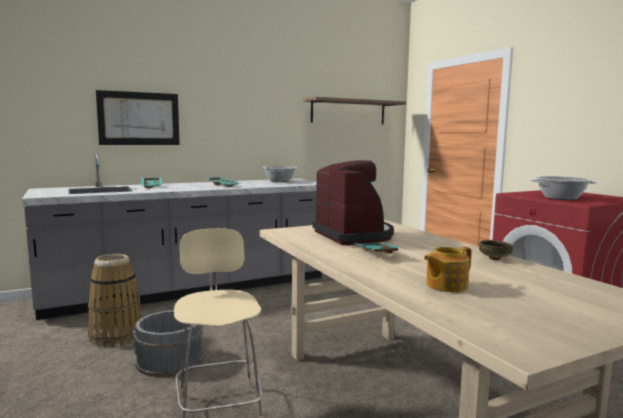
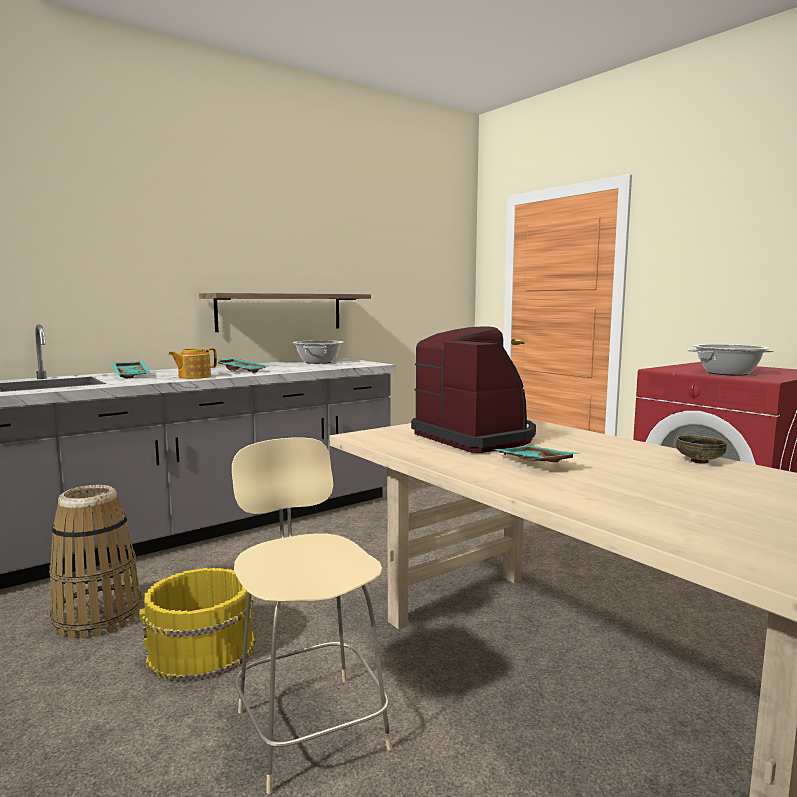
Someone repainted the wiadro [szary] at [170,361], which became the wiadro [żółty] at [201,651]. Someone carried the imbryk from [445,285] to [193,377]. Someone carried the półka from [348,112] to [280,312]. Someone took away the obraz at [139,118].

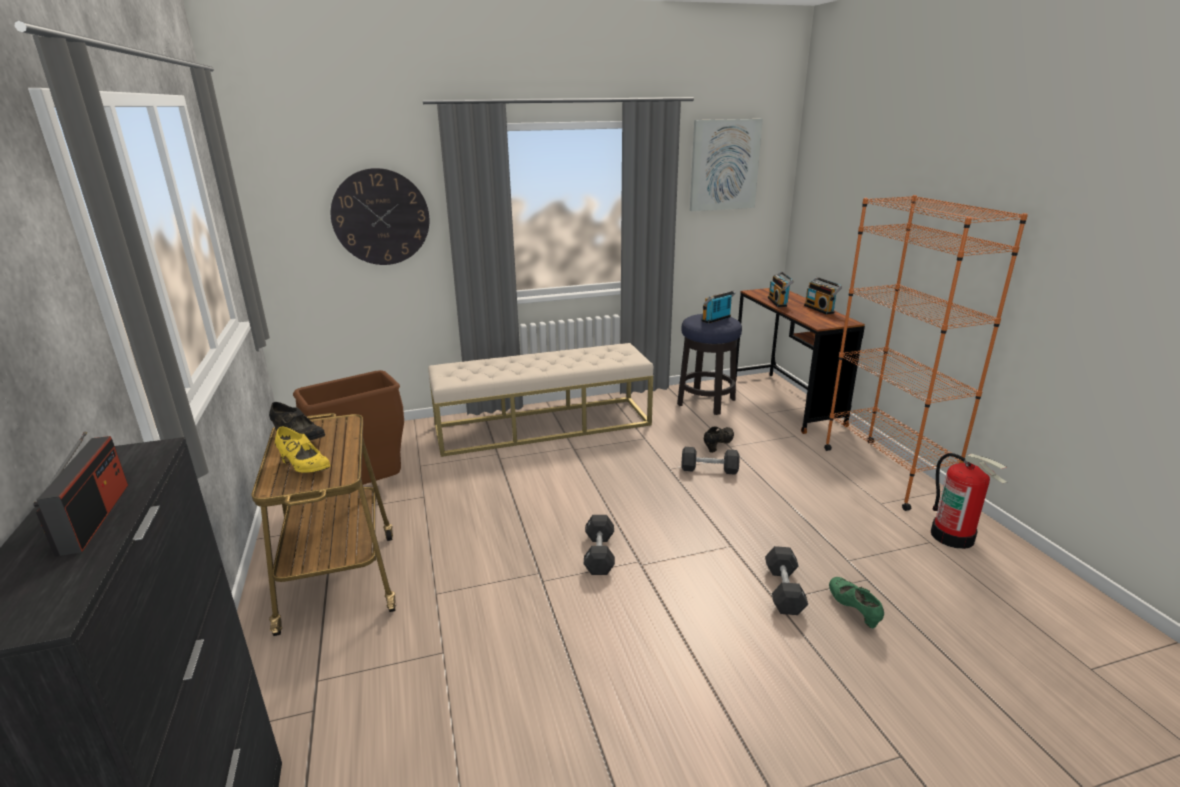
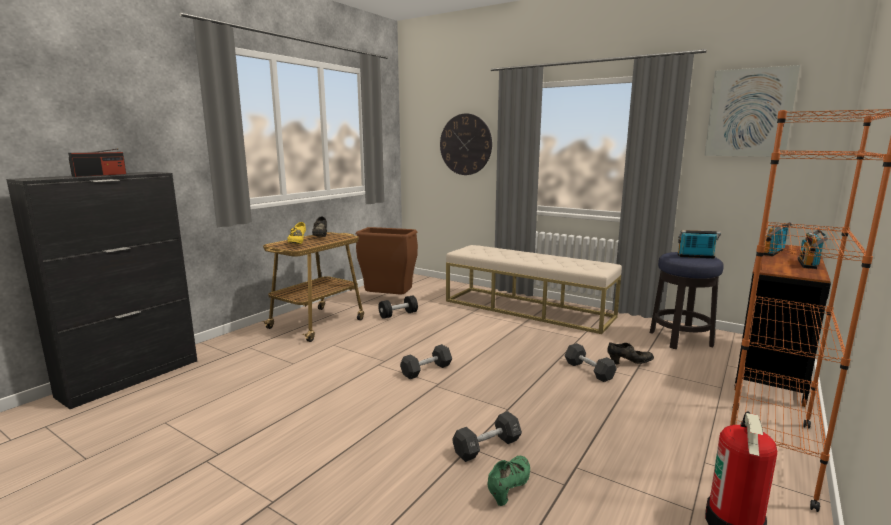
Someone put down the hantel [czarny] at [398,314].

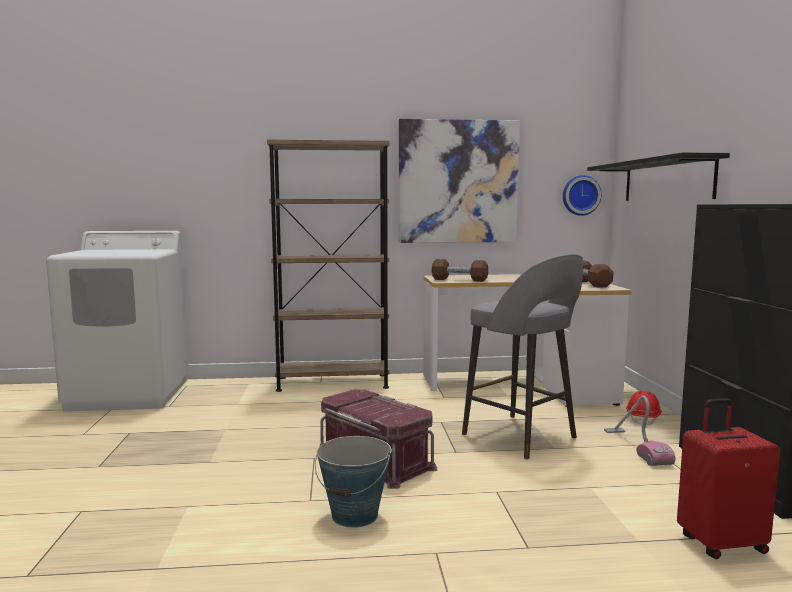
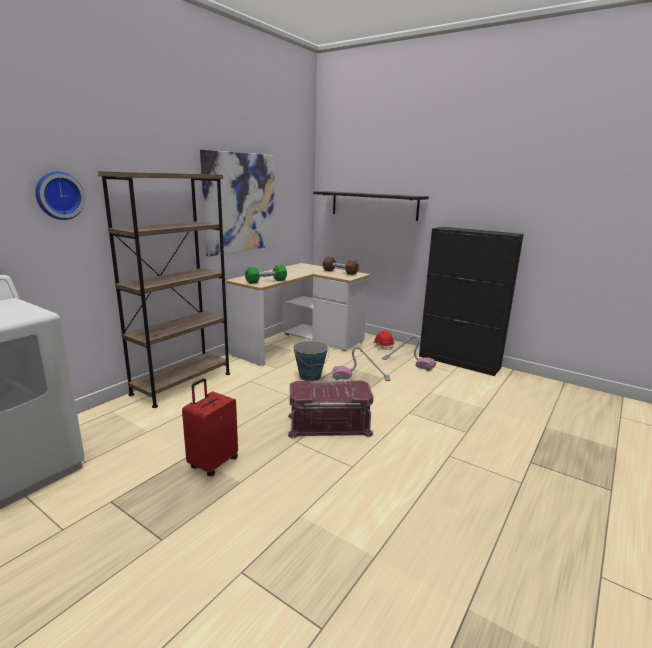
Someone carried the zegar ścienny from [580,195] to [59,195]. Someone carried the walizka [czerwony] from [720,543] to [212,463]. Someone repainted the hantel [brązowy] at [459,280], which became the hantel [zielony] at [266,281]. Someone carried the wiadro from [355,515] to [310,376]. Someone swapped the stołek [szary] at [521,437] for the odkurzacz at [361,377].

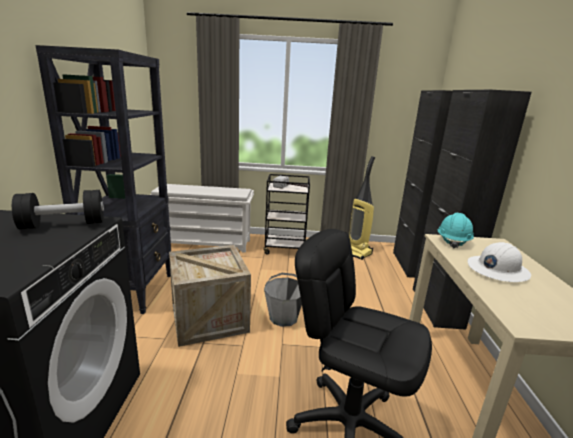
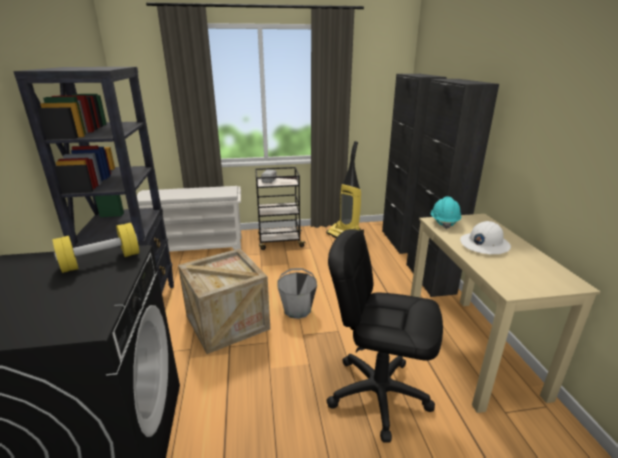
Someone repainted the hantel [czarny] at [64,225], which became the hantel [żółty] at [101,261].

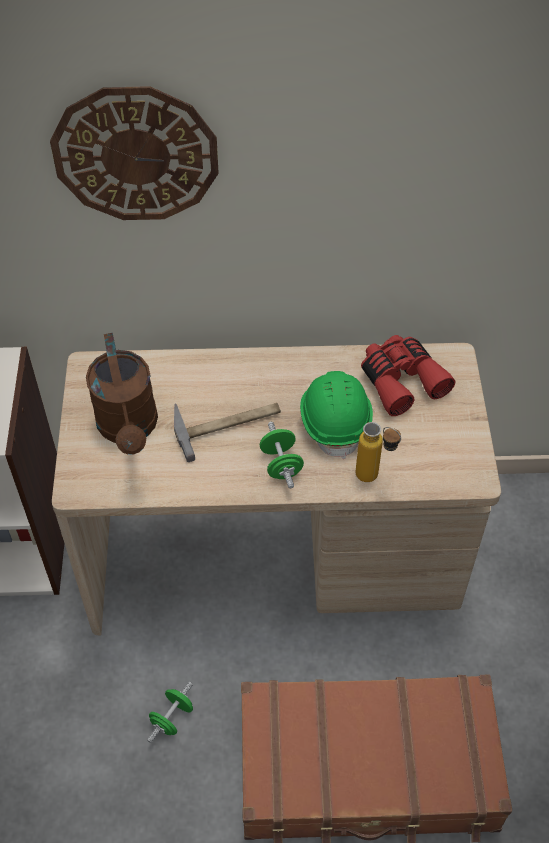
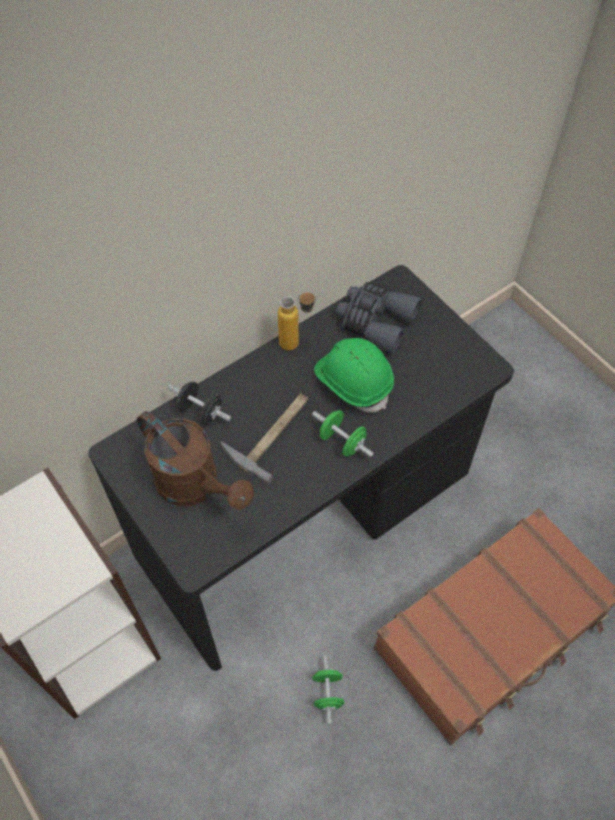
Someone repainted the biurko [beżowy] at [274,555], which became the biurko [czarny] at [306,516]. Someone put down the hantel [czarny] at [200,412]. Someone carried the butelka from [375,478] to [297,343]. Someone repainted the lornetka [czerwony] at [401,380], which became the lornetka [szary] at [375,321]. Someone took away the zegar ścienny at [135,154].

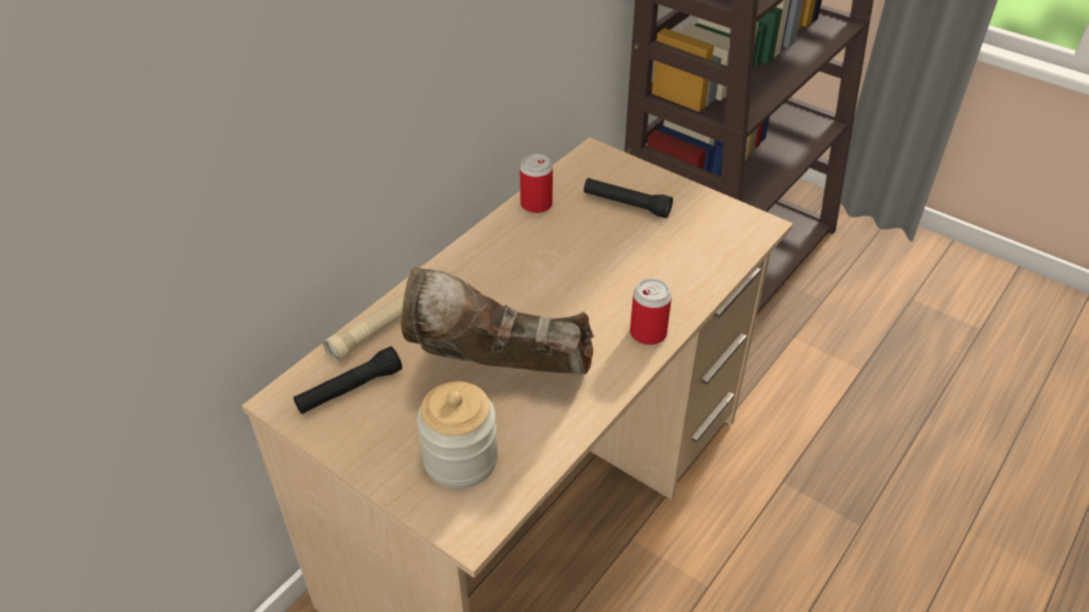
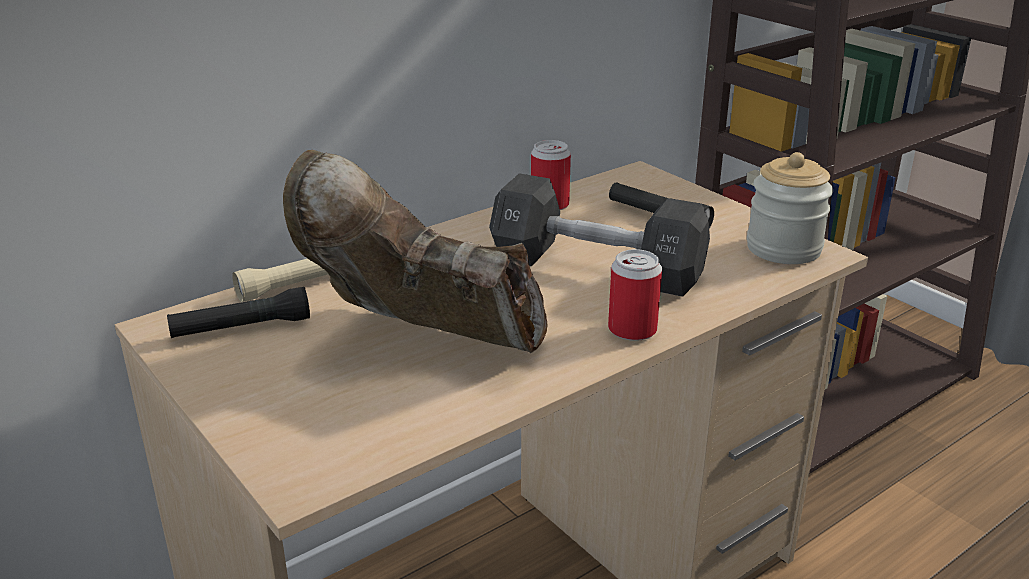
Someone put down the hantel [czarny] at [596,268]. Someone carried the słoik from [460,460] to [783,248].

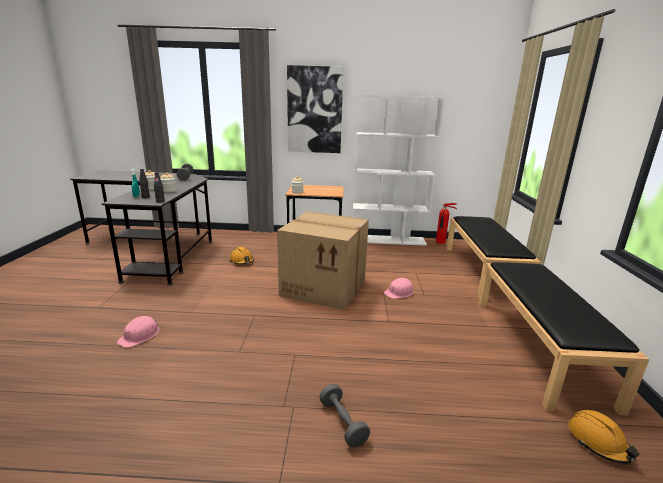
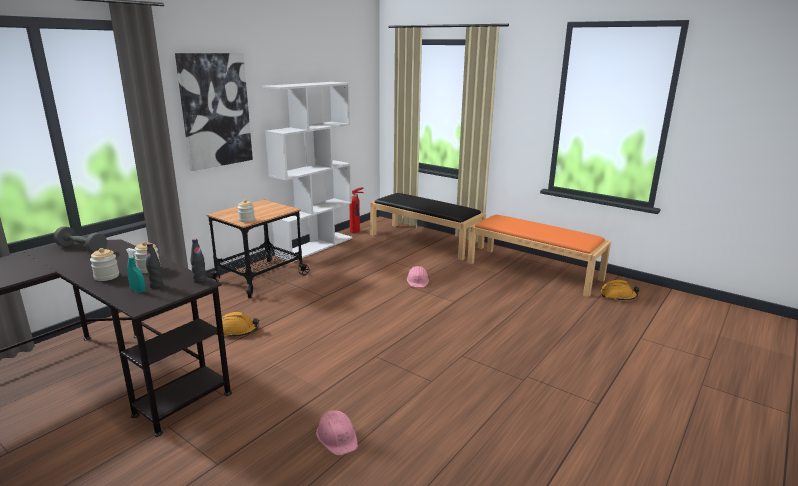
Someone repainted the ławka [czarny] at [538,348], which became the ławka [pomarańczowy] at [534,271]. Someone took away the karton at [325,287]. Someone took away the hantel [szary] at [343,423].

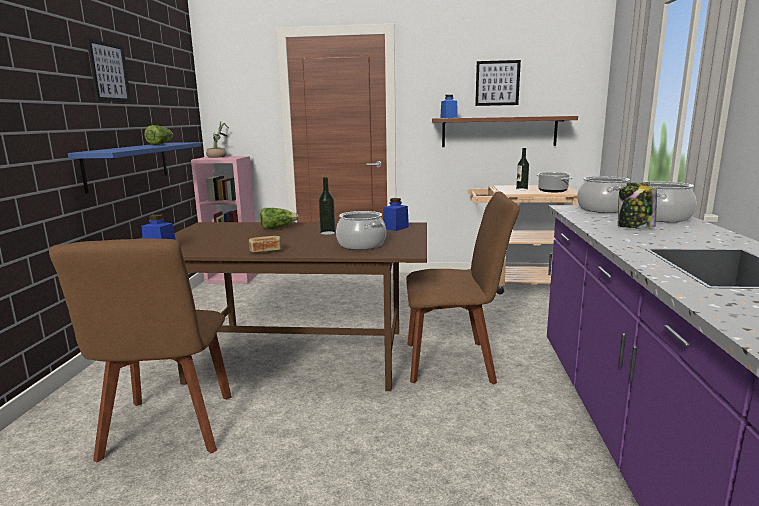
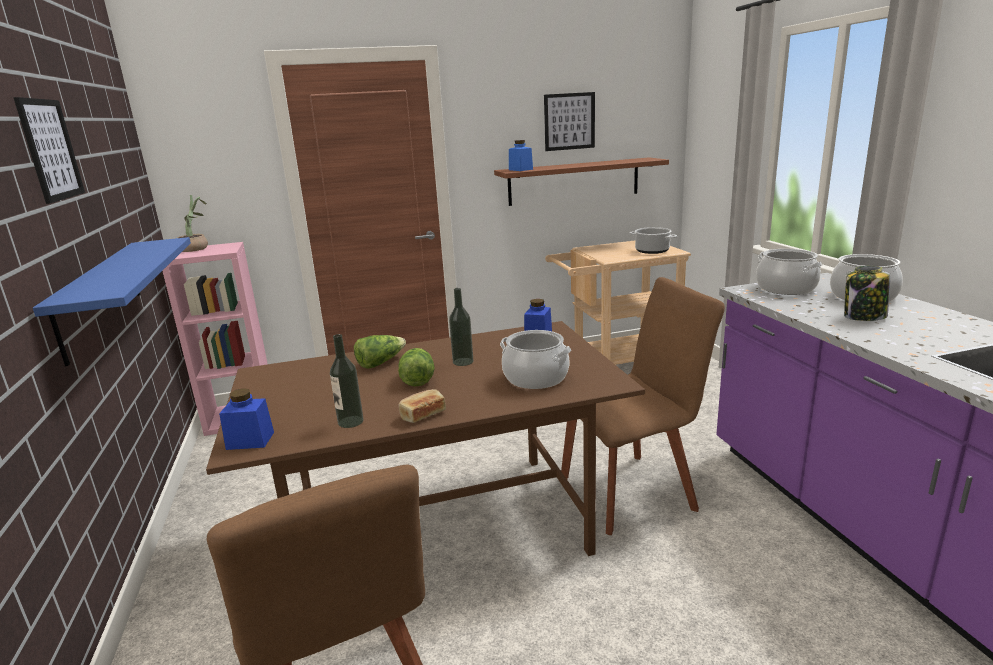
Someone carried the butelka from [521,189] to [350,422]. Someone carried the sałata from [161,144] to [417,379].

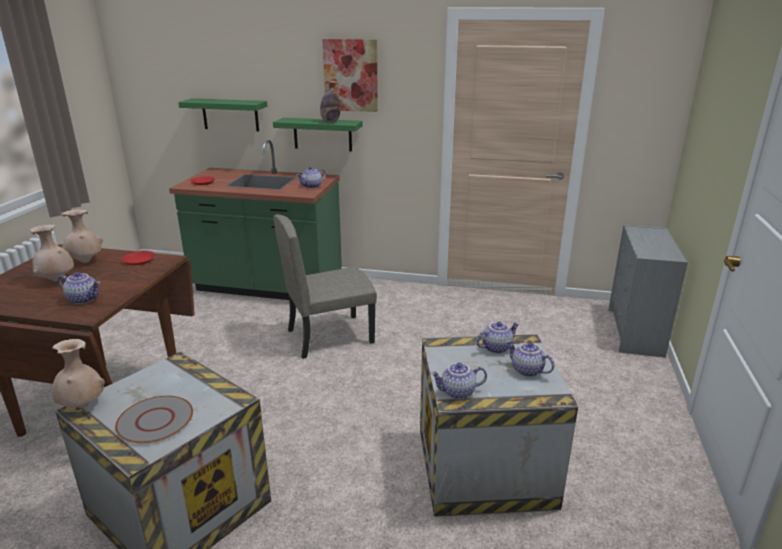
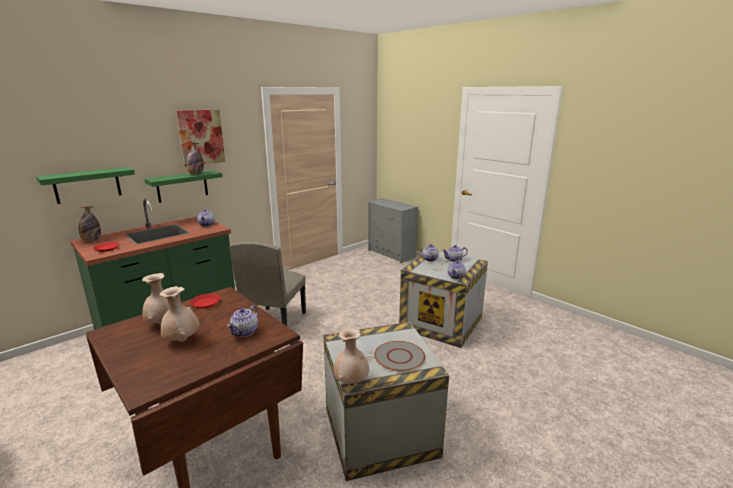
Someone put down the butelka at [92,240]. Someone rotated the imbryk at [84,299] by 150 degrees clockwise.

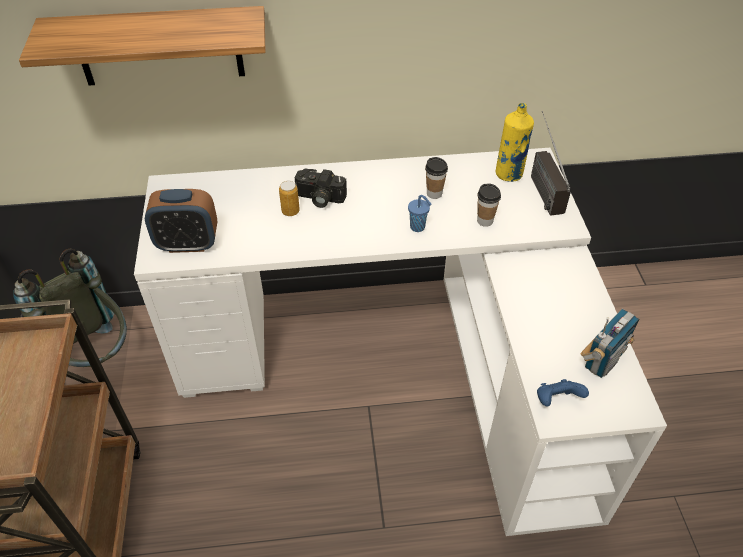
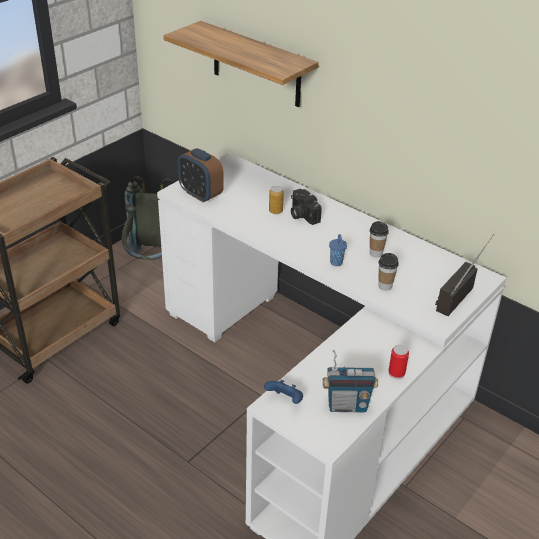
Someone put down the puszka at [396,373]. Someone took away the butelka [żółty] at [509,174].

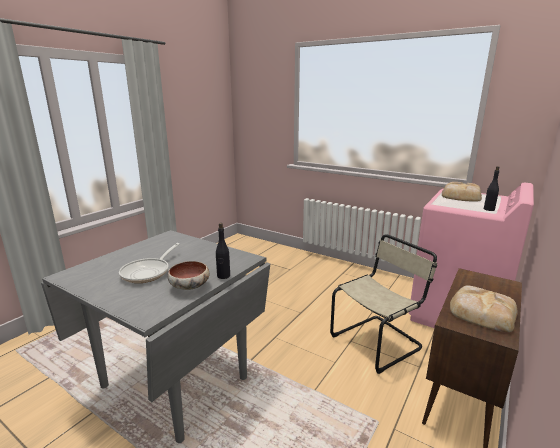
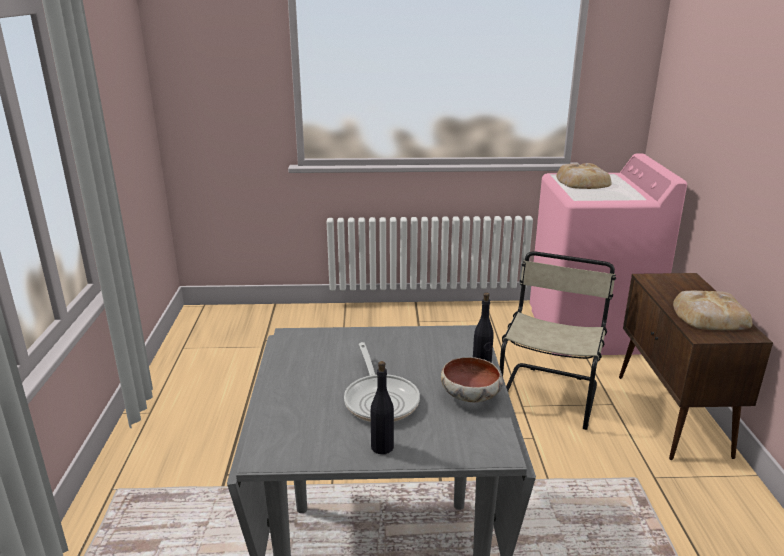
Someone carried the butelka [czarny] from [489,209] to [382,447].

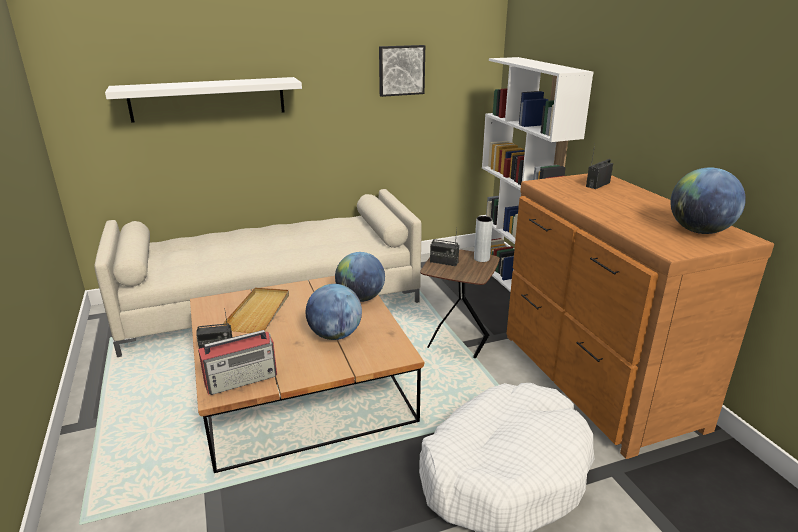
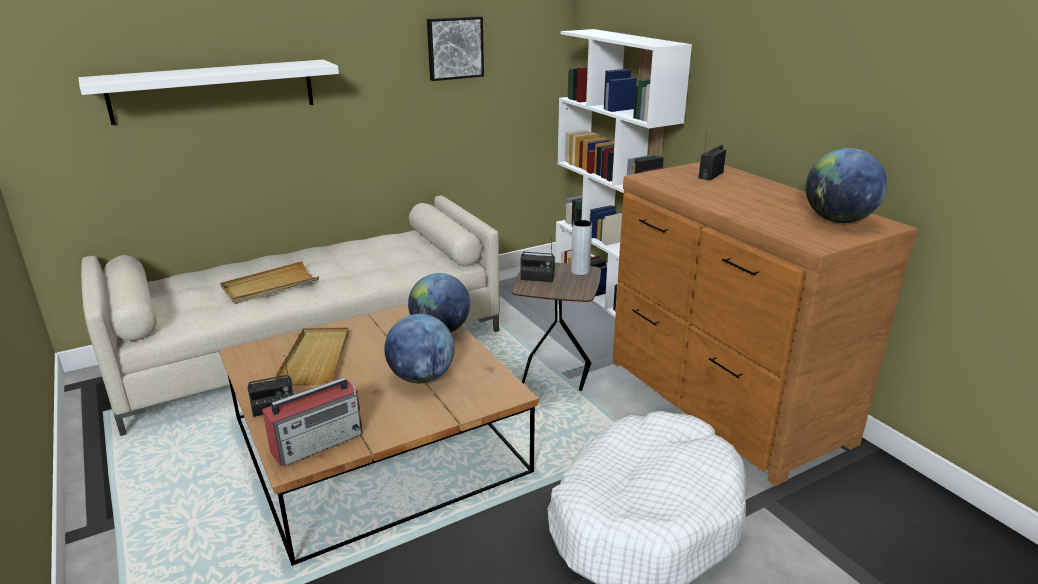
Someone put down the taca [beżowy] at [270,286].

